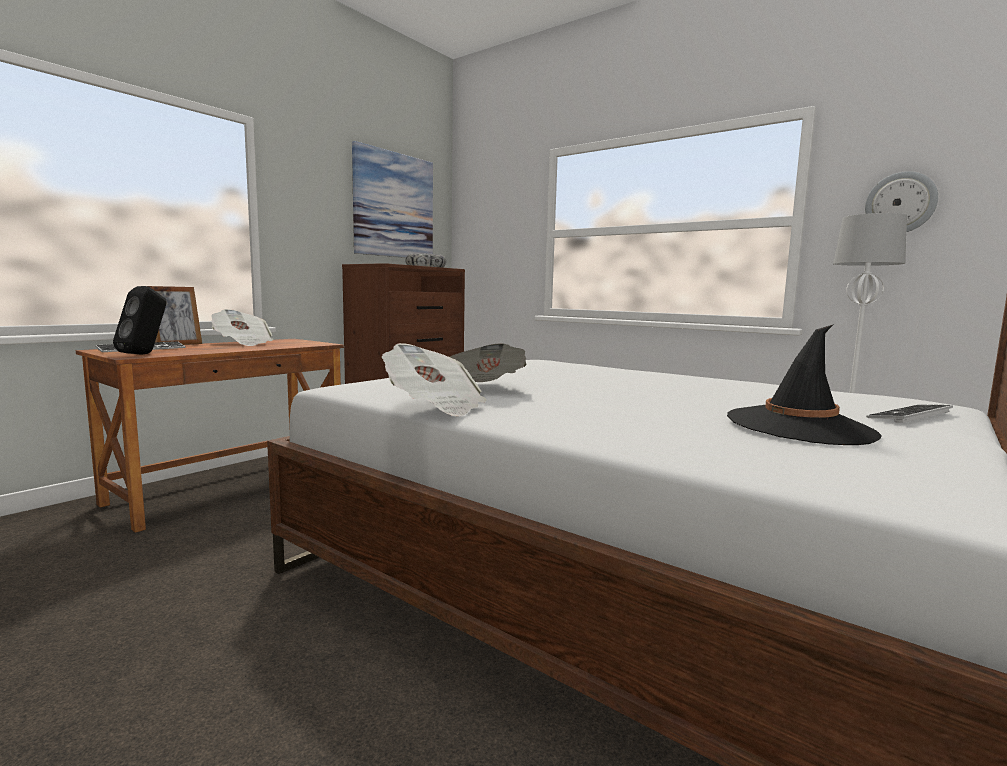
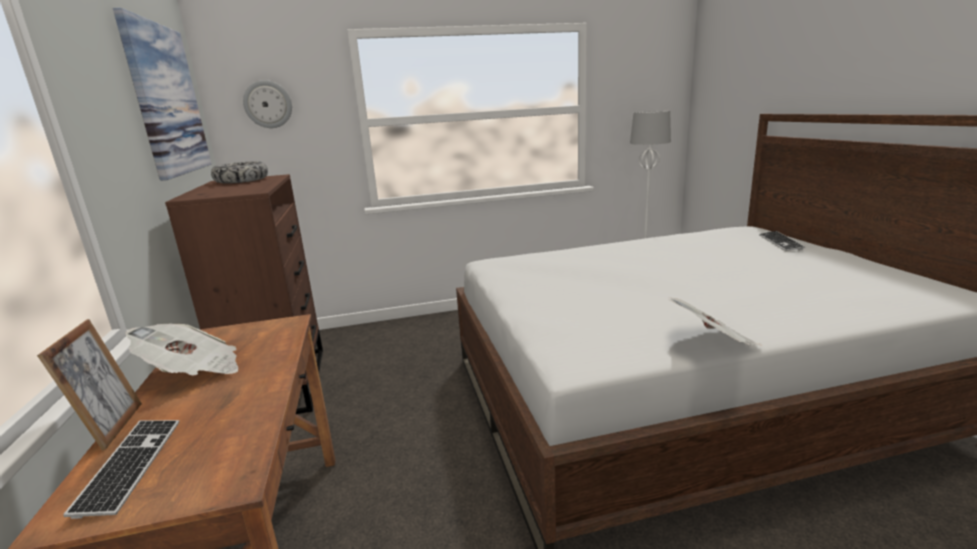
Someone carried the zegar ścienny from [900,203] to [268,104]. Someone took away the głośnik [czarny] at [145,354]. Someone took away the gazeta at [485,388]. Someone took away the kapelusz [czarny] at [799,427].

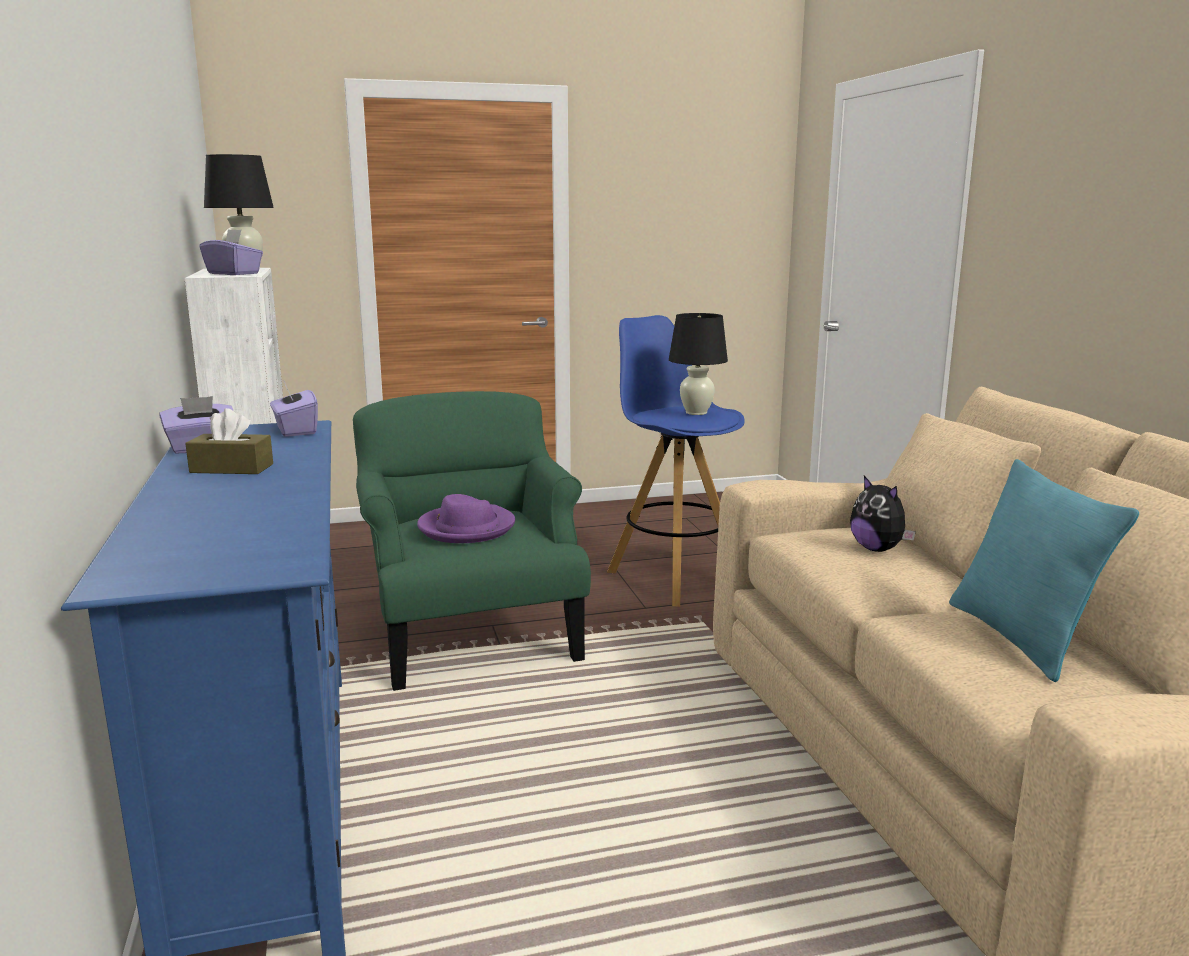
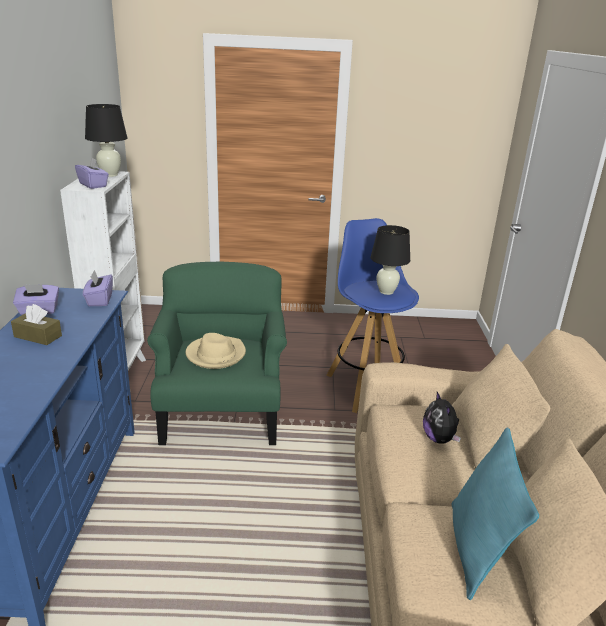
Someone repainted the kapelusz [fioletowy] at [466,528], which became the kapelusz [beżowy] at [215,354].

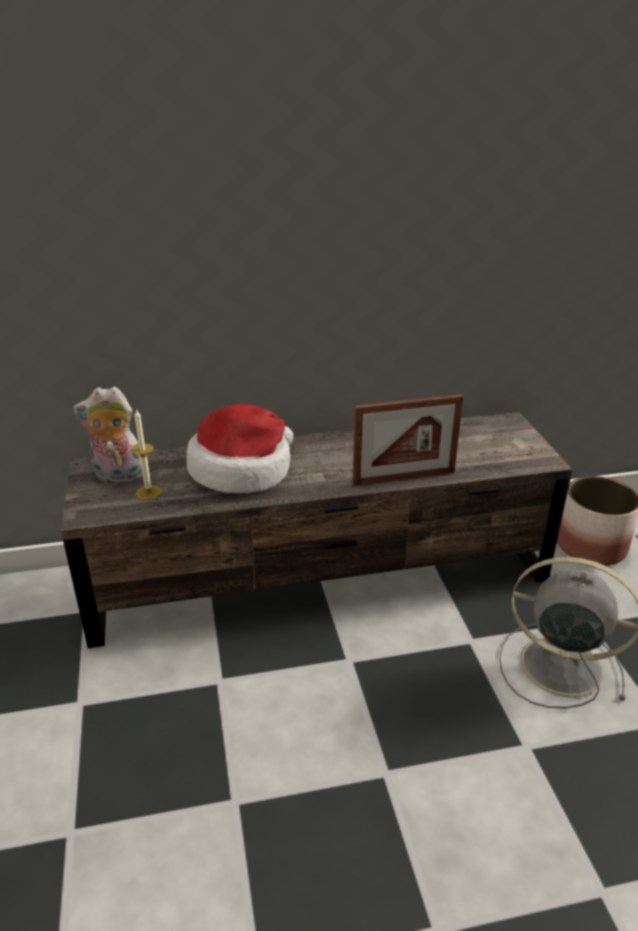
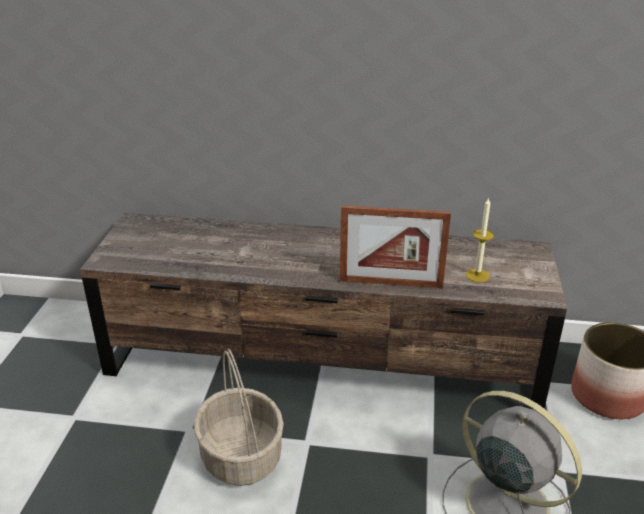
Someone put down the koszyk at [242,457]. Someone carried the świeca from [148,492] to [477,275]. Someone took away the pluszak at [117,476]. Someone took away the kapelusz at [242,469].

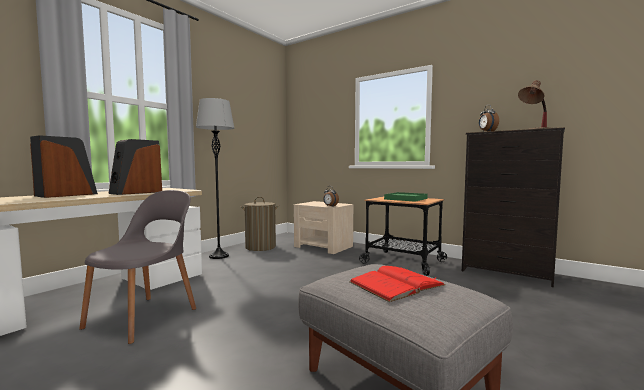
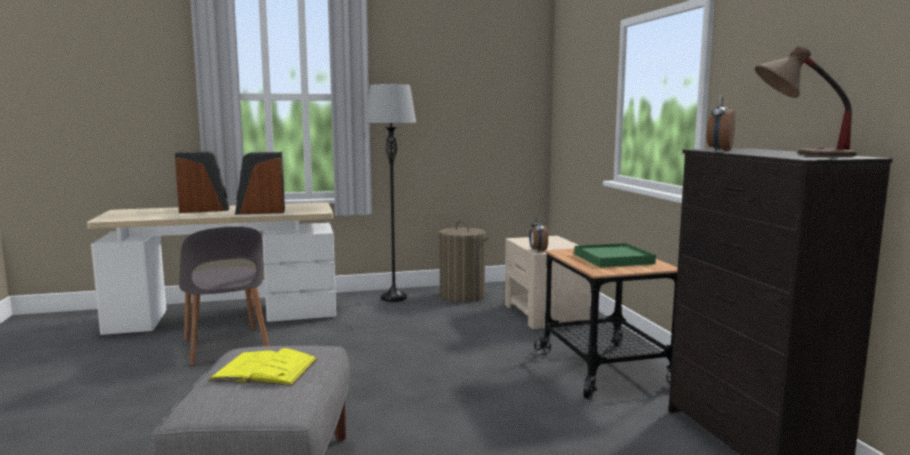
Someone rotated the krzesło [szary] at [144,317] by 90 degrees clockwise. Someone repainted the książka [czerwony] at [396,283], which became the książka [żółty] at [265,369].

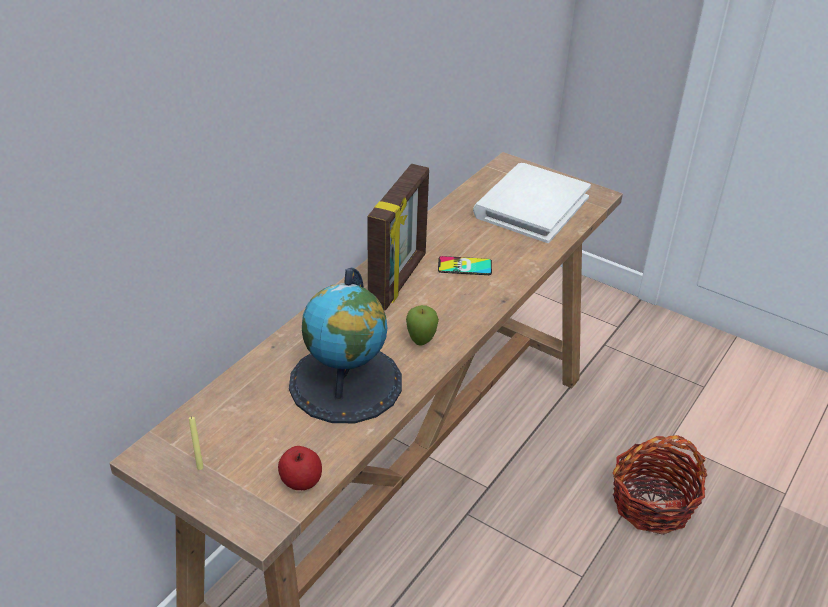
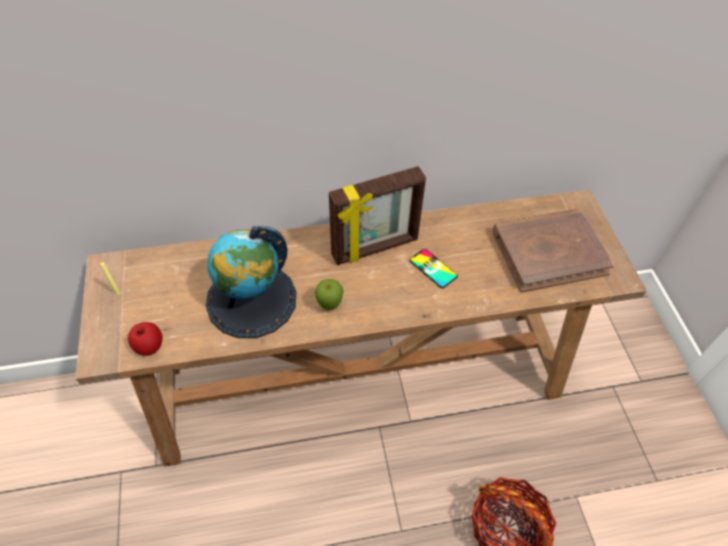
Someone repainted the książka [biały] at [531,207], which became the książka [brązowy] at [548,252].

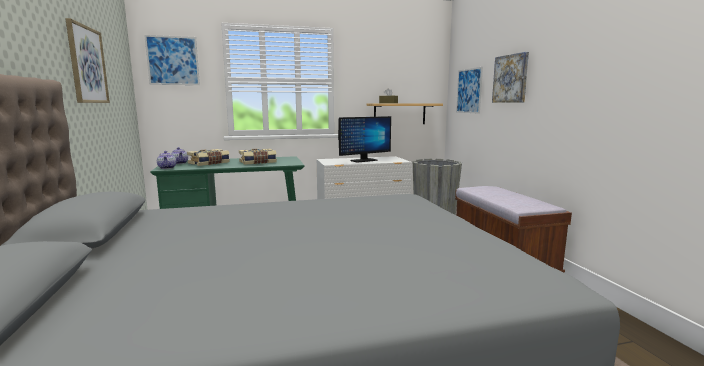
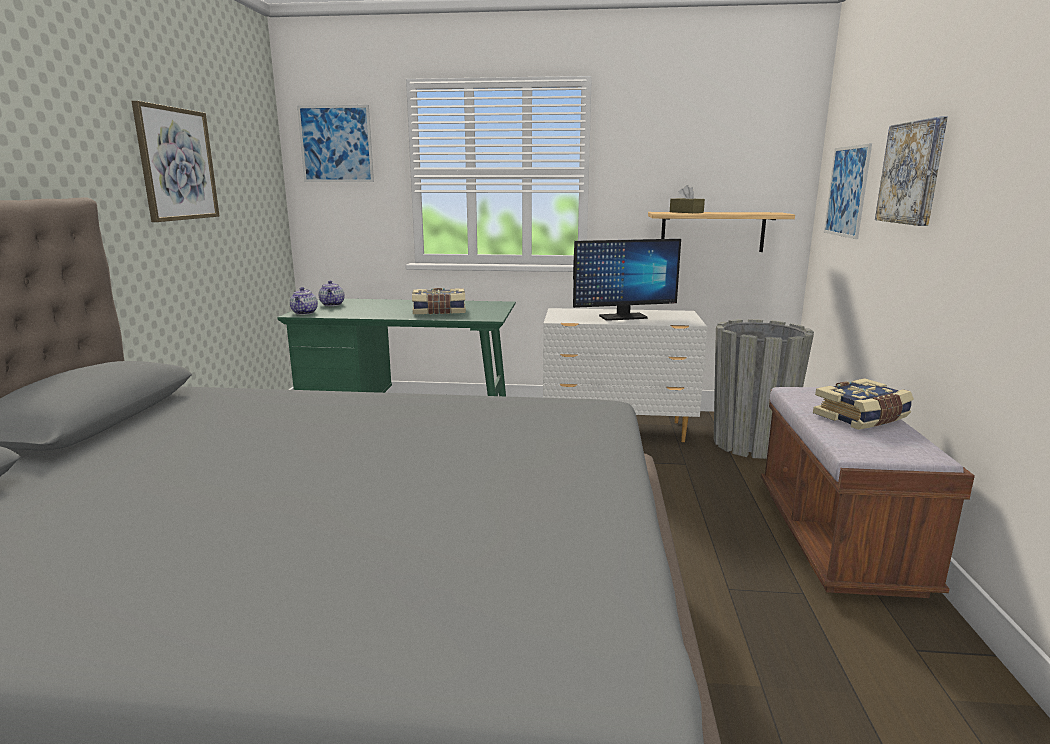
Someone carried the książka from [209,163] to [862,418].

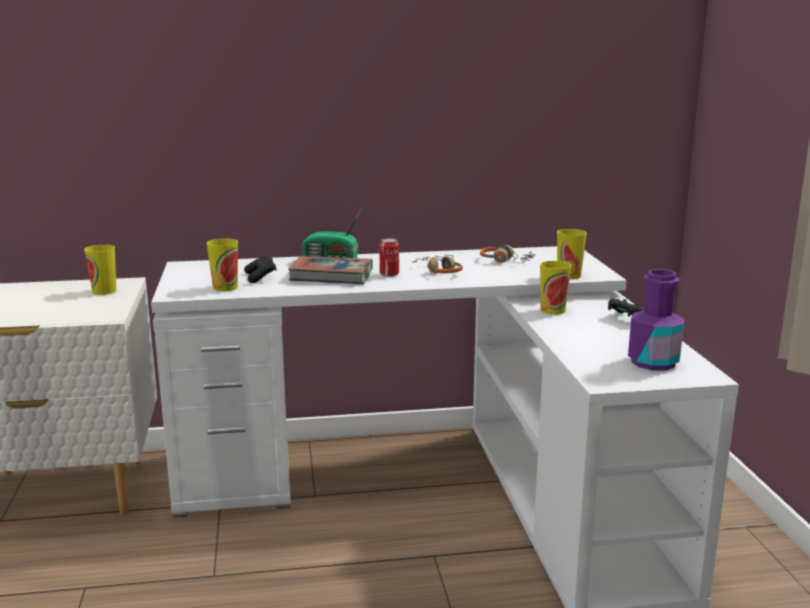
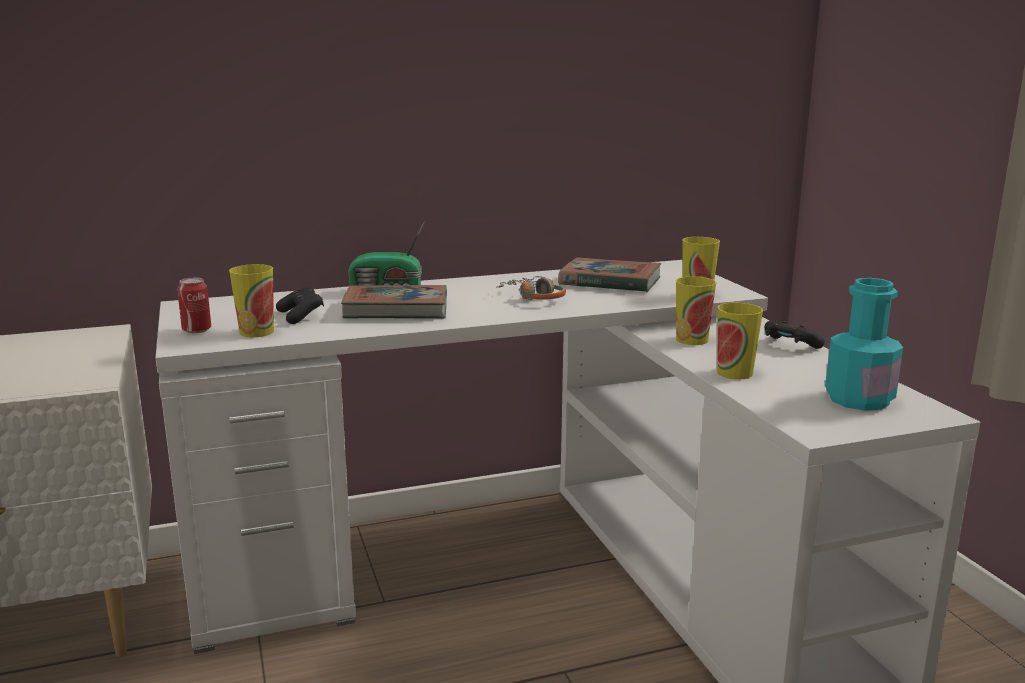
Someone carried the puszka from [389,274] to [196,330]. Someone swapped the słuchawki at [506,261] for the książka at [610,282]. Someone carried the filiżanka from [104,291] to [734,373]. Someone repainted the butelka [fioletowy] at [653,362], which became the butelka [turkusowy] at [858,399].

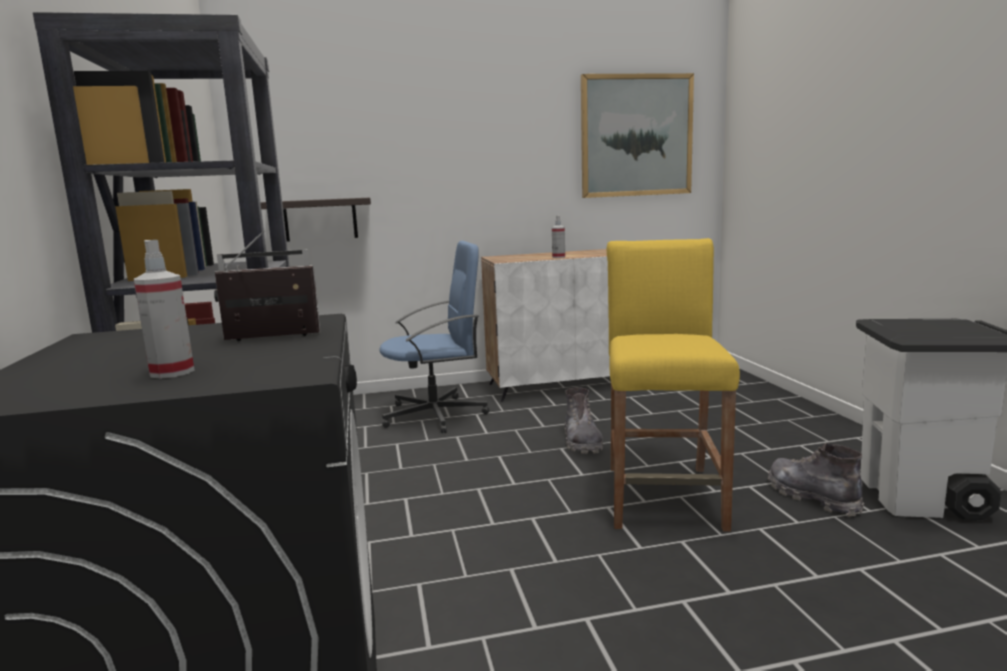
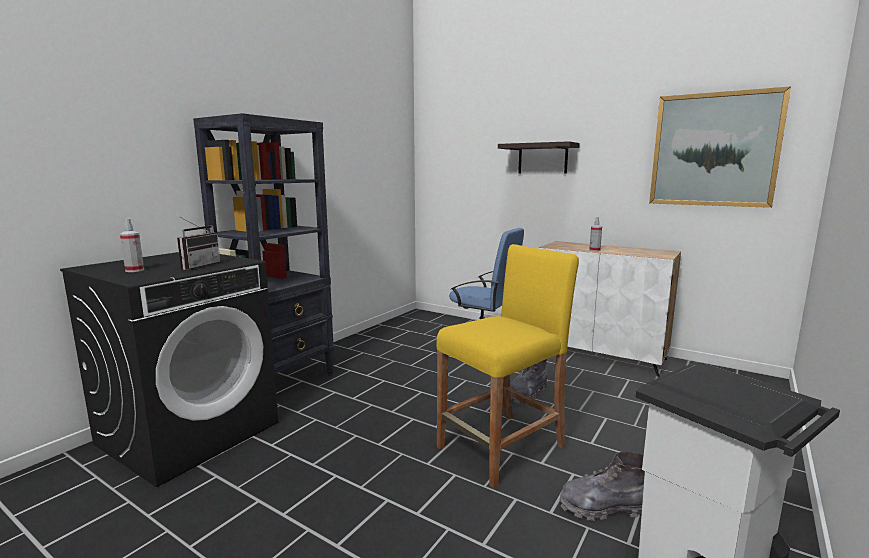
Someone rotated the radio at [270,339] by 75 degrees clockwise. Someone carried the półka from [320,219] to [542,158]. Someone rotated the but z cholewką [szary] at [812,497] by 105 degrees counterclockwise.

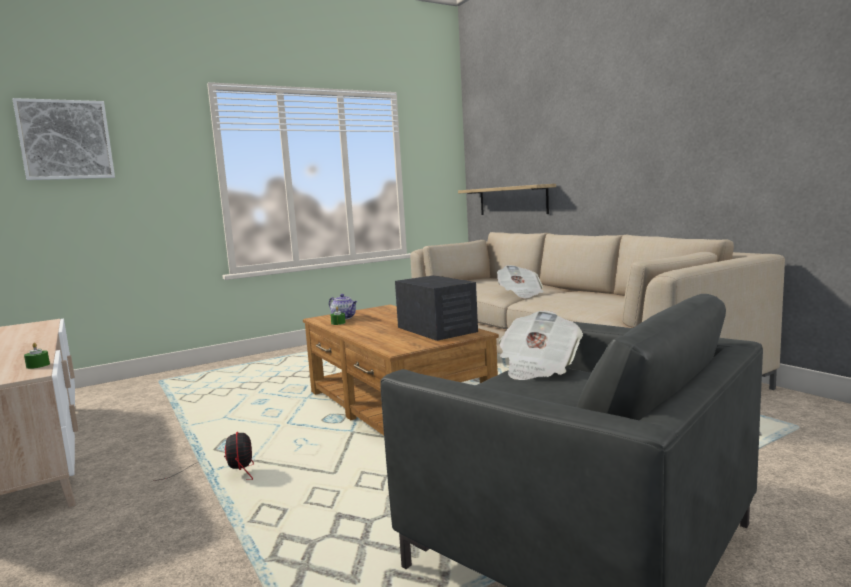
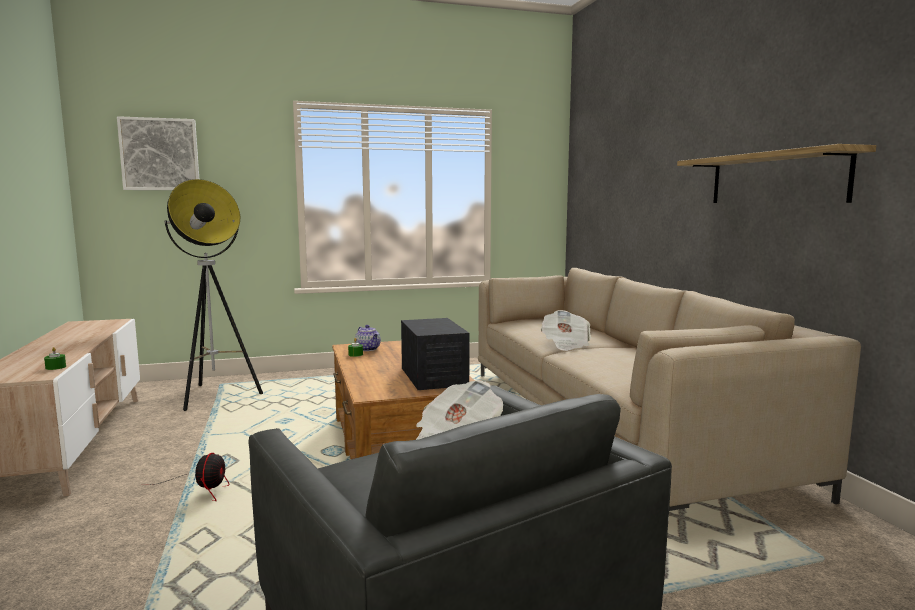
Someone put down the lampa stojąca at [215,396]. Someone carried the półka from [512,200] to [775,178].

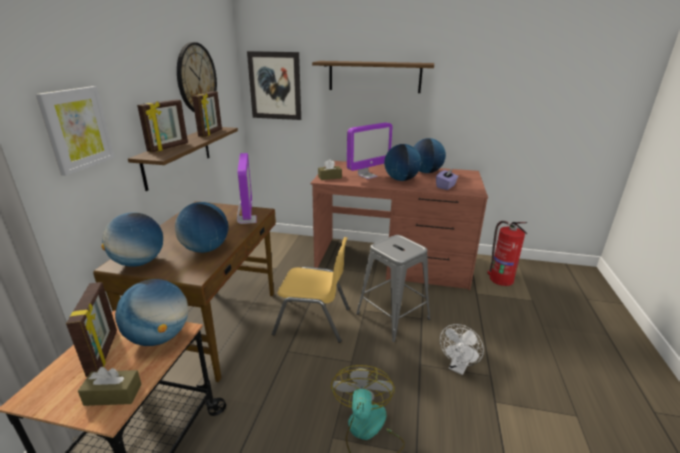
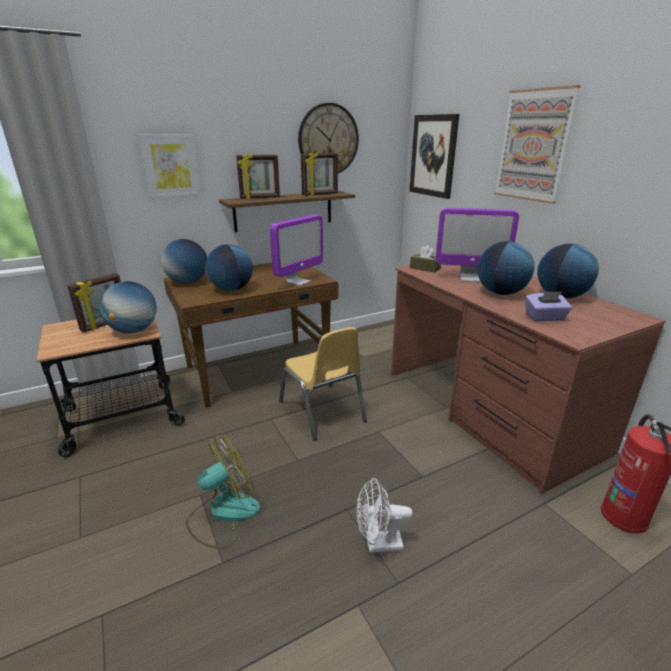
Someone swapped the półka at [374,76] for the obraz at [533,146]. Someone took away the pudełko chusteczek [brązowy] at [113,394]. Someone took away the stołek [szary] at [393,316].

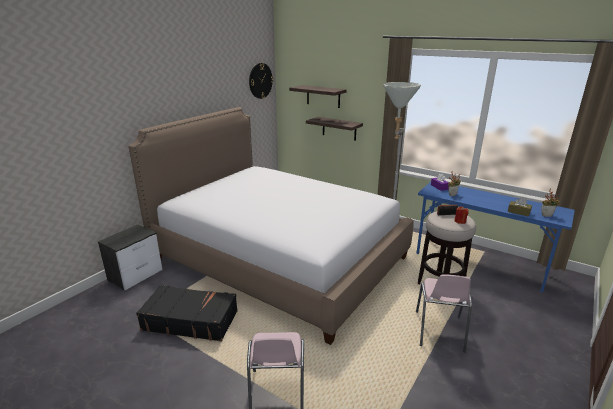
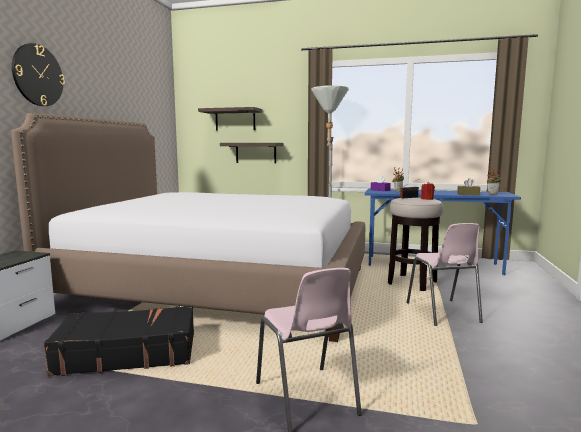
Someone carried the zegar ścienny from [260,81] to [38,75].

